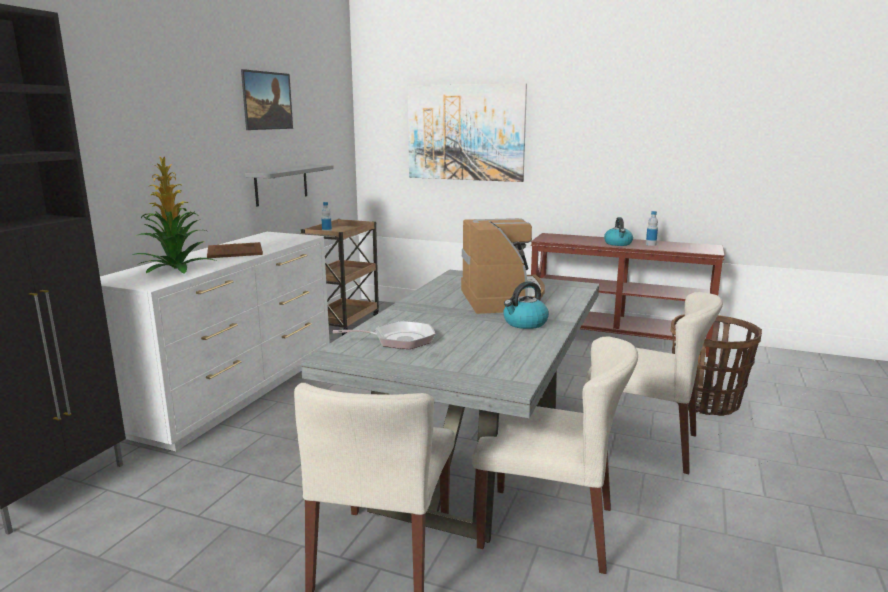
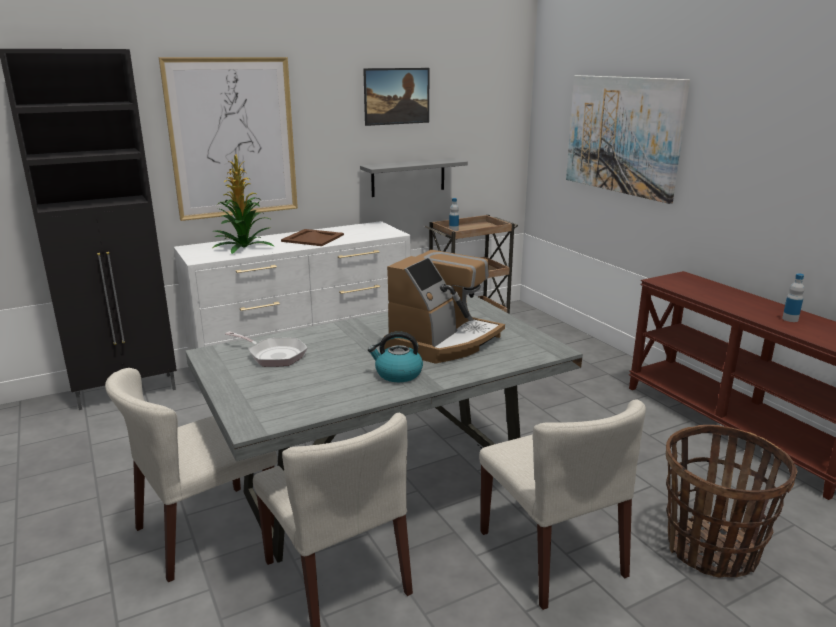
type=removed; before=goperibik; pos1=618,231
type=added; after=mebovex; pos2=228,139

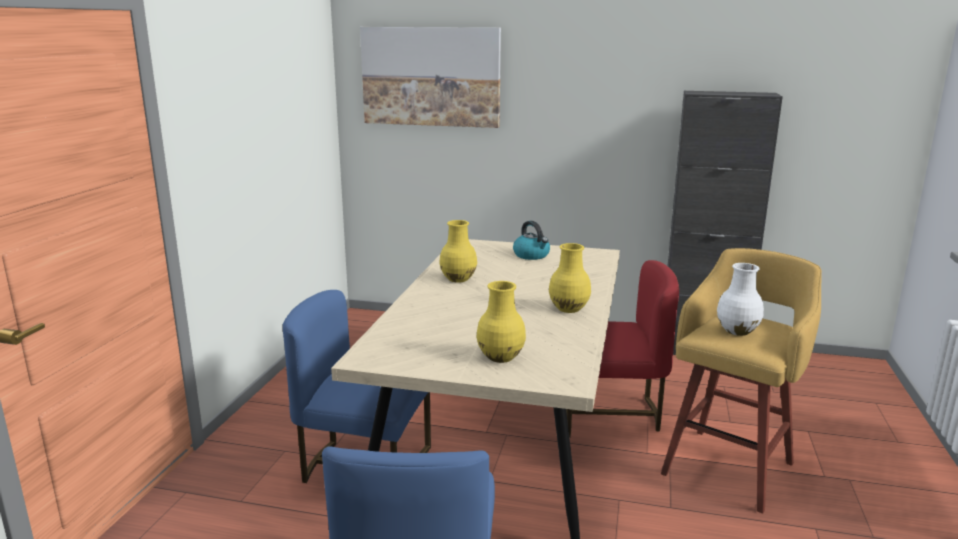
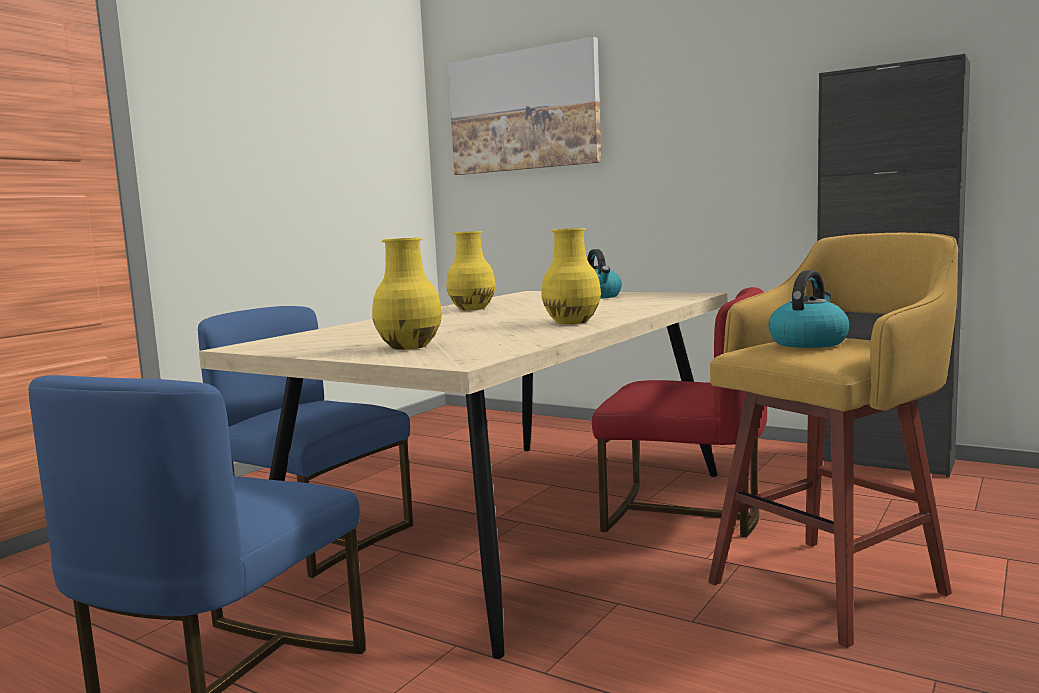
type=replaced; before=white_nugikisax; after=goperibik; pos1=740,299; pos2=809,309

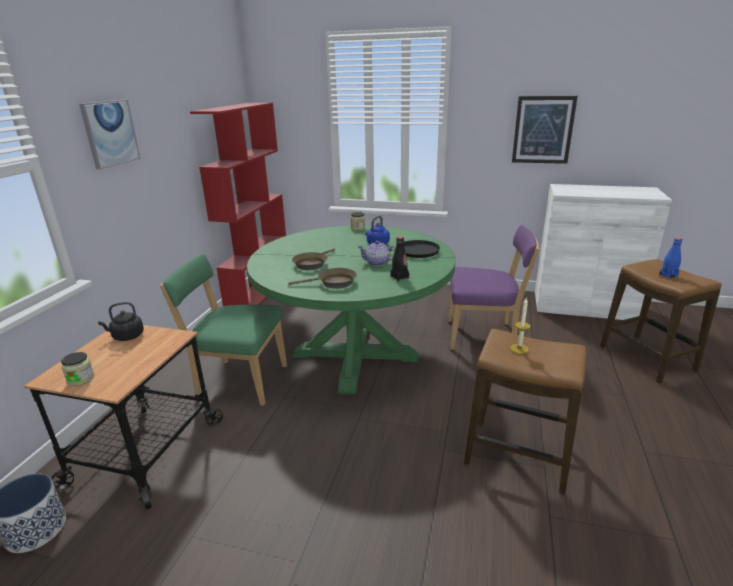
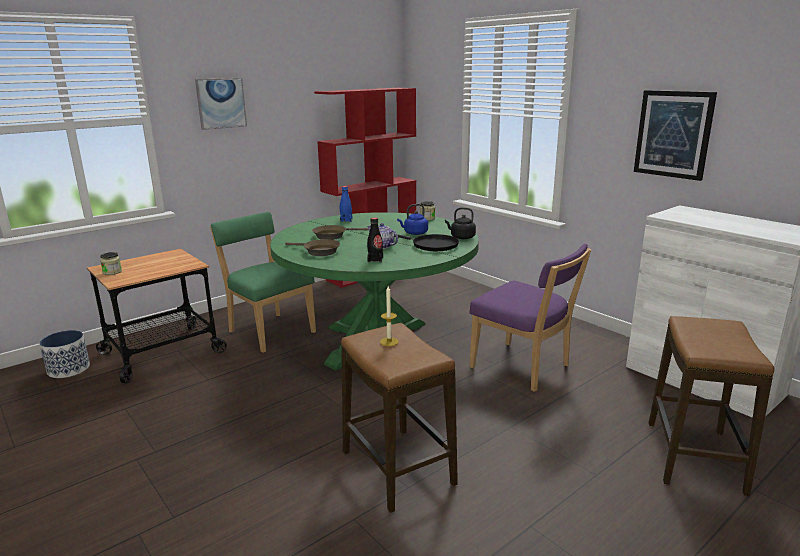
type=moved; before=black_goperibik; pos1=121,321; pos2=460,223
type=moved; before=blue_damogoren; pos1=670,258; pos2=346,204

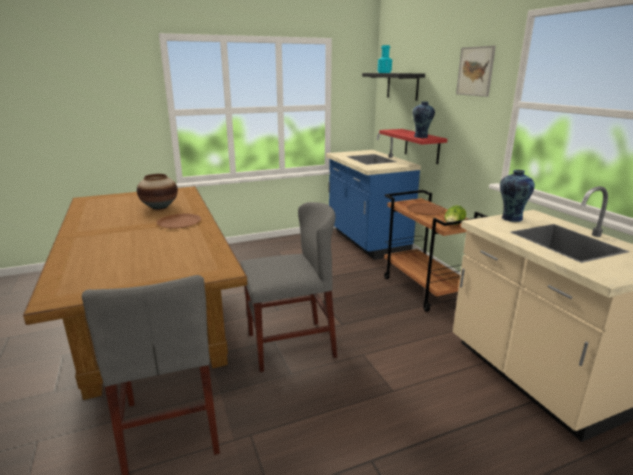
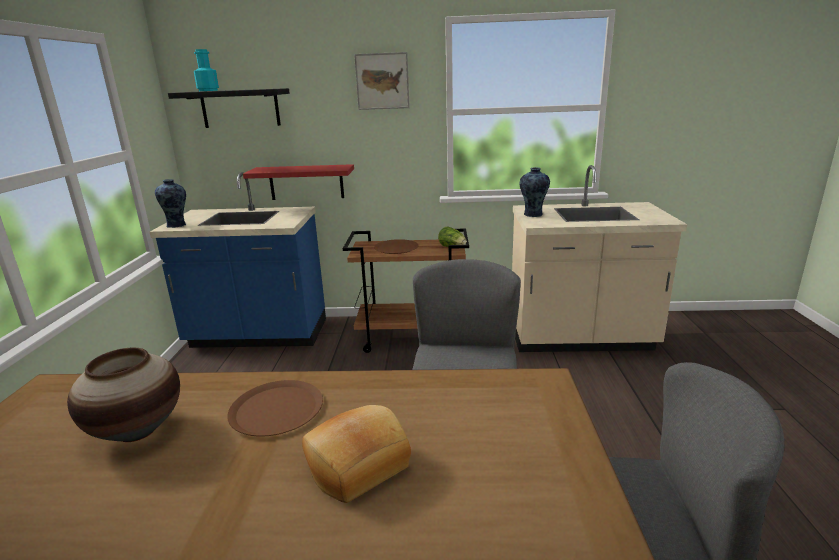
type=added; after=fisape; pos2=356,454
type=moved; before=nugikisax; pos1=423,119; pos2=170,203

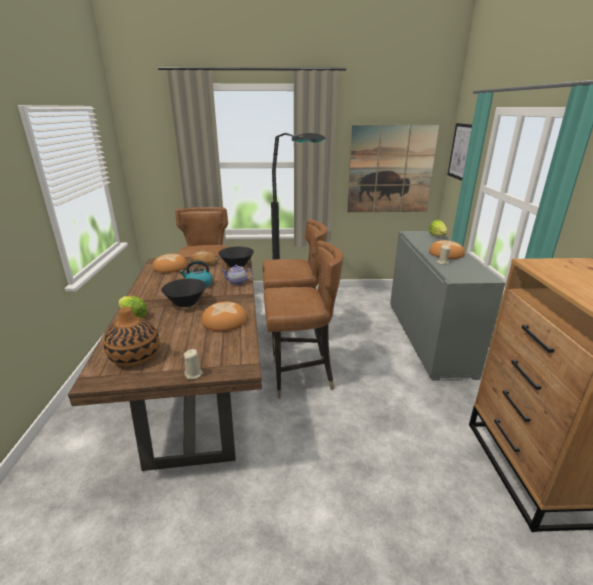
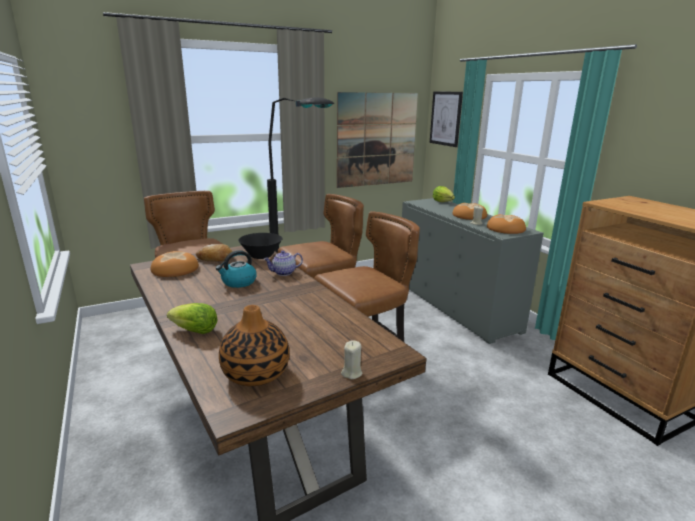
type=removed; before=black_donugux; pos1=183,293
type=moved; before=fisape; pos1=224,316; pos2=506,224

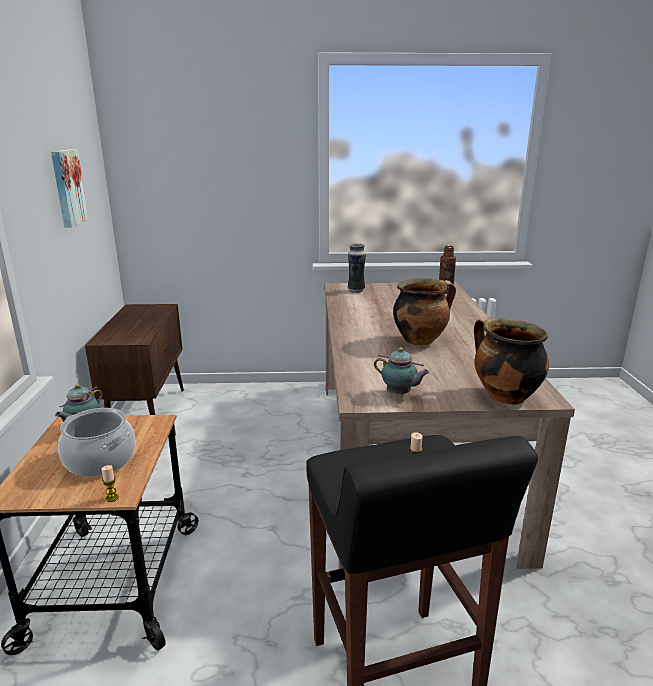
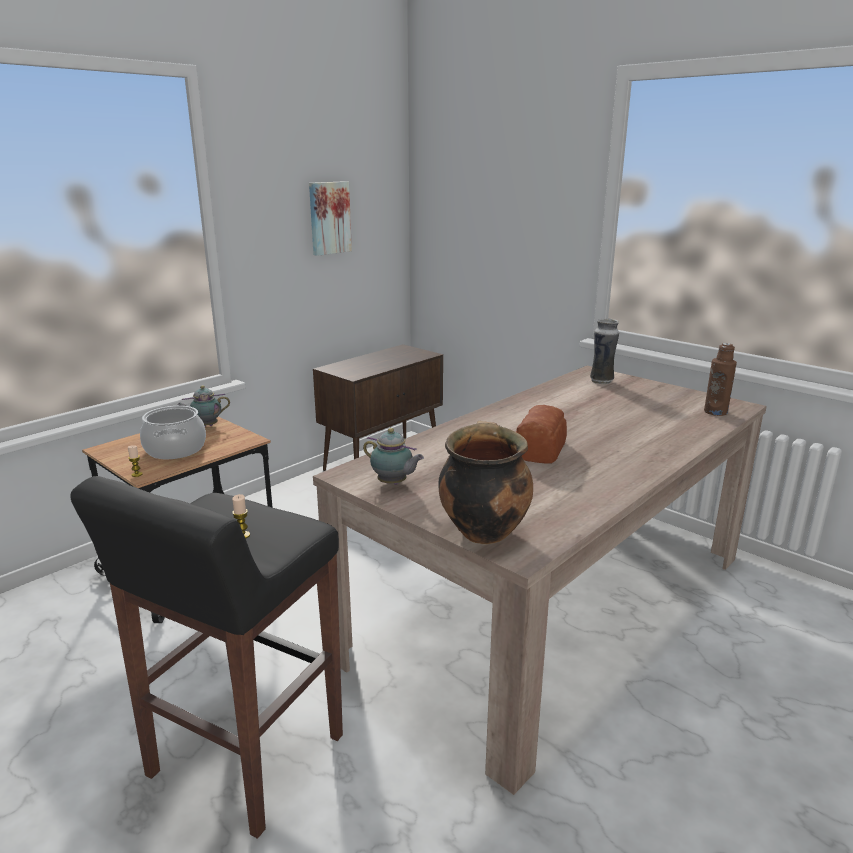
type=replaced; before=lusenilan; after=fisape; pos1=424,312; pos2=541,434
type=turned; before=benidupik; pos1=402,371; pos2=393,456; turn=-45

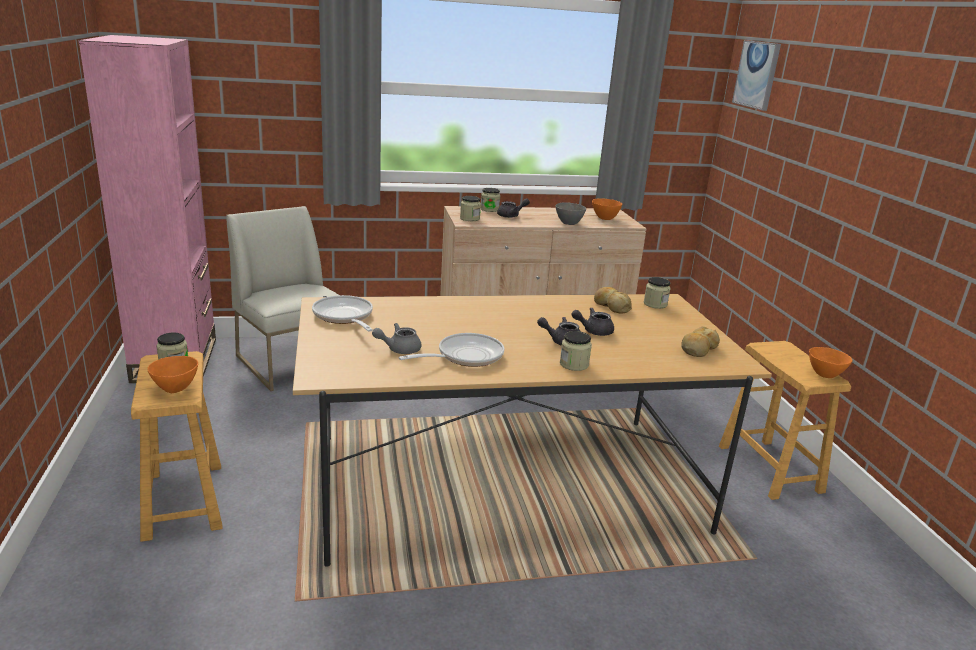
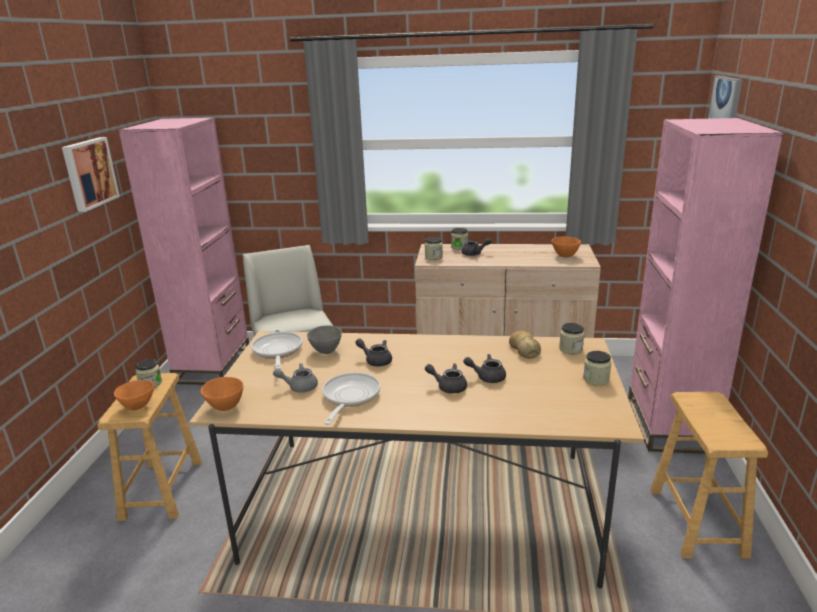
type=removed; before=fisape; pos1=700,341
type=added; after=mebovex; pos2=91,174
type=added; after=grey_benidupik; pos2=373,352
type=added; after=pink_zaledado; pos2=705,286
type=moved; before=grey_donugux; pos1=570,213; pos2=324,340
type=moved; before=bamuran; pos1=576,351; pos2=597,368
type=moved; before=orange_donugux; pos1=831,362; pos2=222,394
type=turned; before=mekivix; pos1=451,350; pos2=351,399; turn=-60

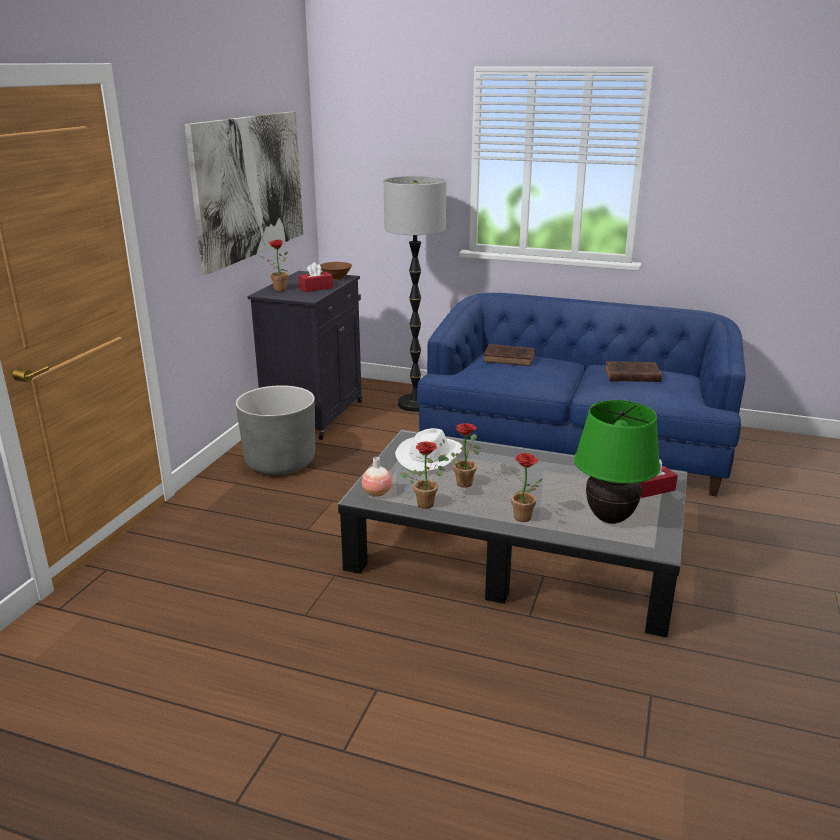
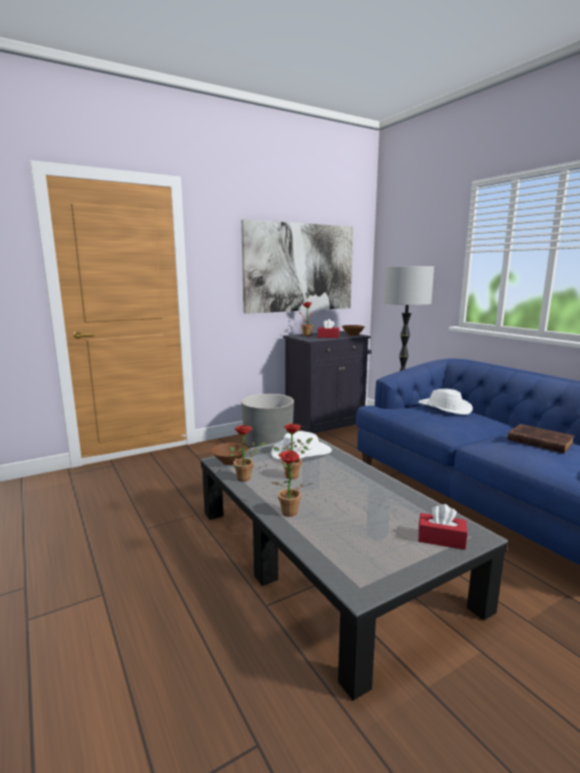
type=removed; before=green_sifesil; pos1=617,462
type=replaced; before=nugikisax; after=brown_donugux; pos1=377,476; pos2=229,454
type=replaced; before=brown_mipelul; after=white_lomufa; pos1=509,355; pos2=445,402

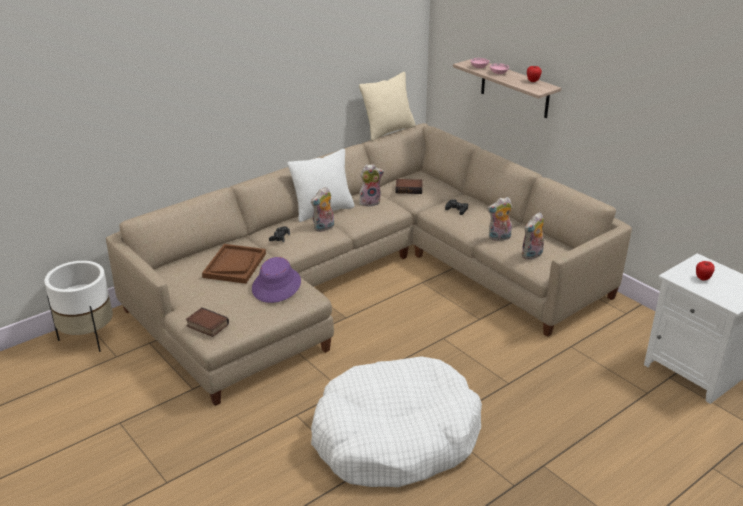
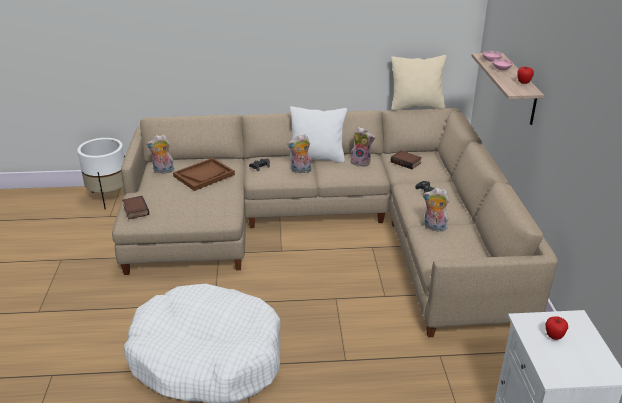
type=removed; before=purple_lomufa; pos1=276,280
type=moved; before=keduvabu; pos1=532,236; pos2=160,154

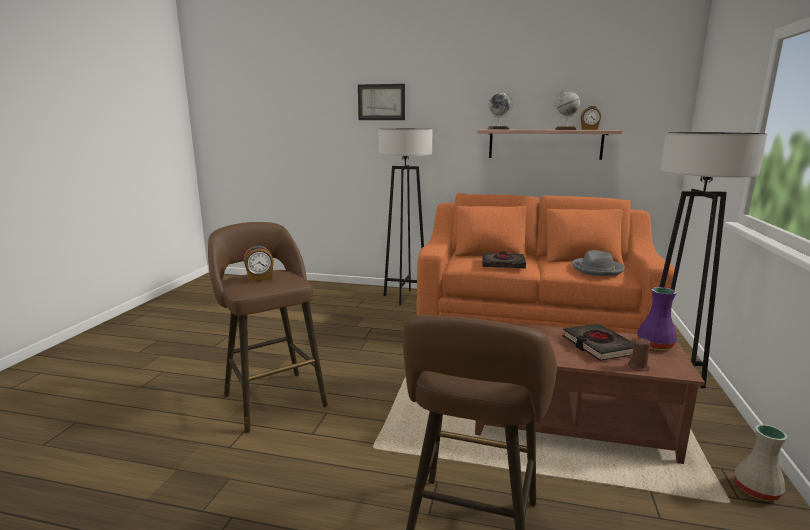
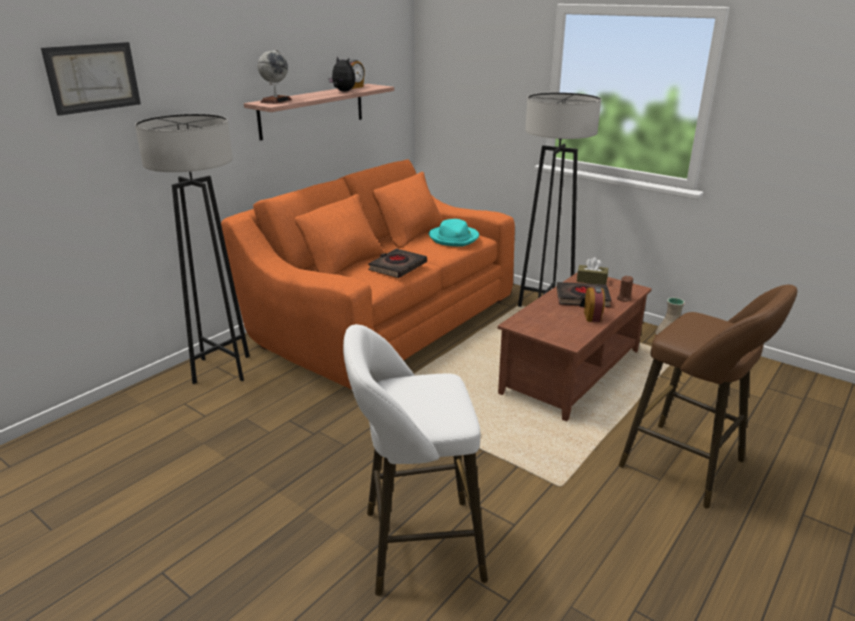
type=moved; before=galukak; pos1=259,263; pos2=594,304
type=replaced; before=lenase; after=keduvabu; pos1=567,110; pos2=342,74
type=replaced; before=purple_nugikisax; after=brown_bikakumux; pos1=657,318; pos2=592,270
type=recoloured; before=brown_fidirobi; after=white_fidirobi; pos1=268,327; pos2=415,460
type=recoloured; before=grey_lomufa; after=turquoise_lomufa; pos1=598,263; pos2=454,233

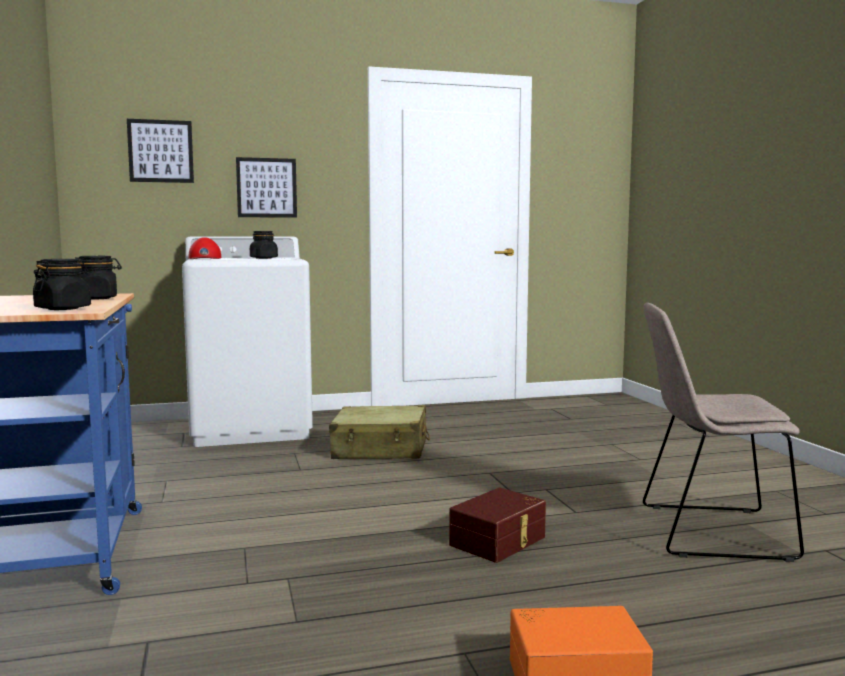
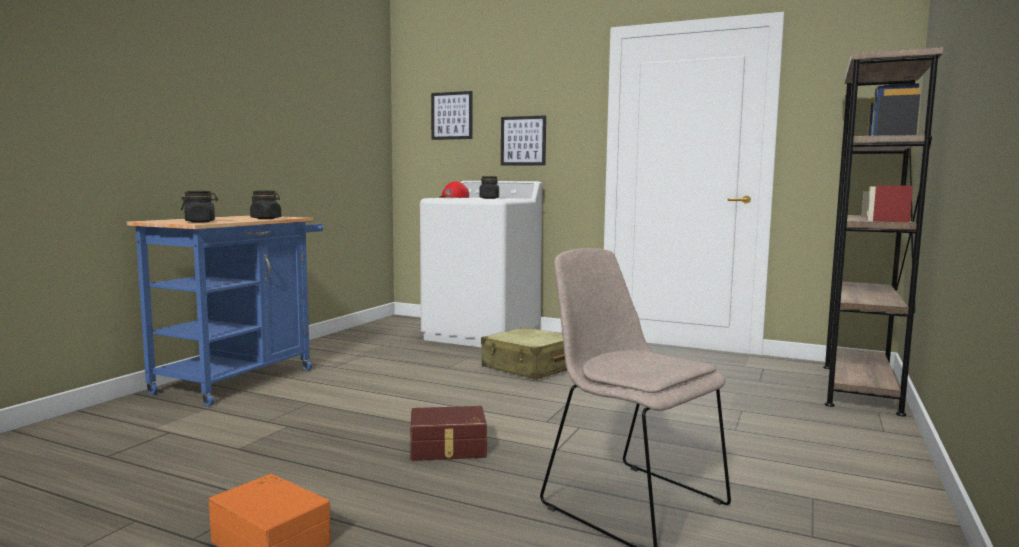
type=added; after=brown_zaledado; pos2=883,231

